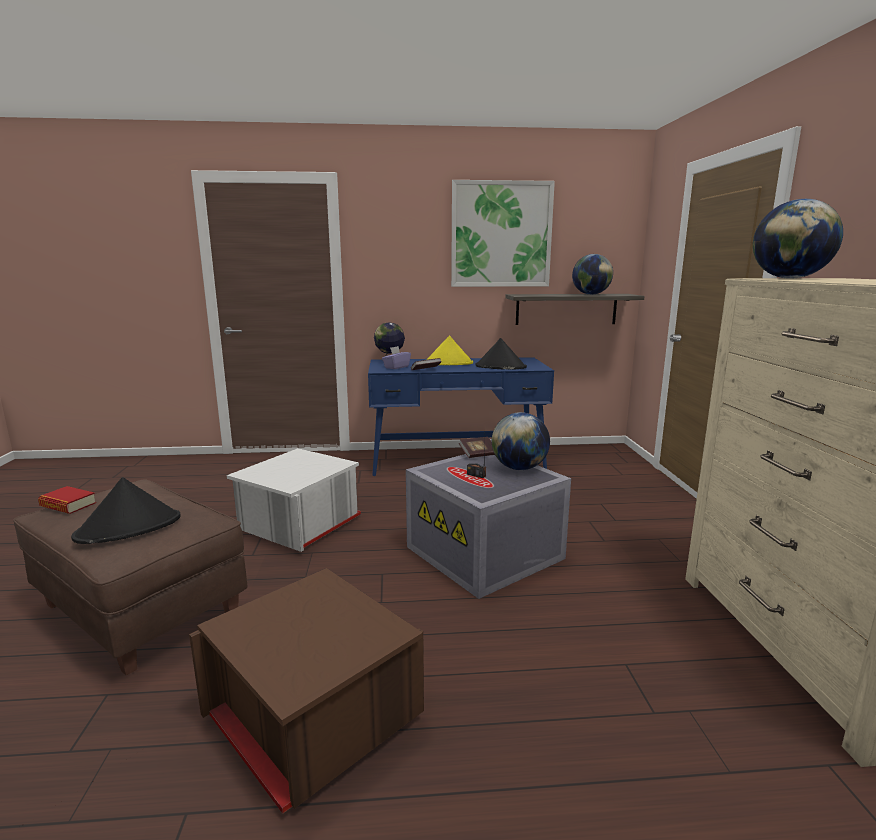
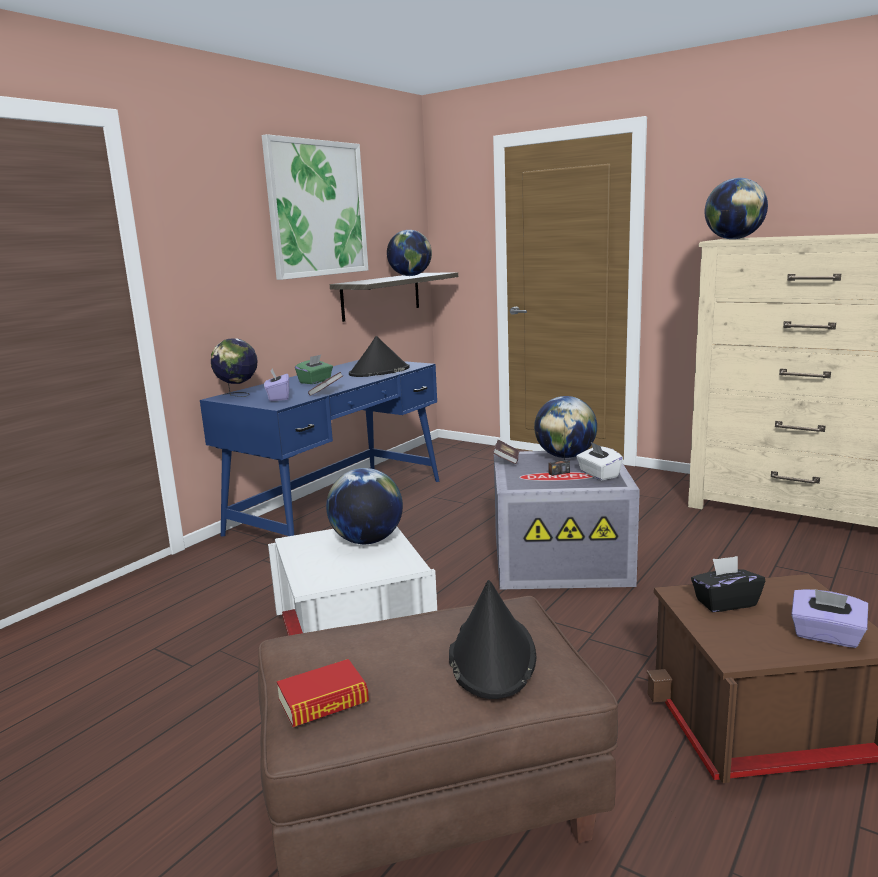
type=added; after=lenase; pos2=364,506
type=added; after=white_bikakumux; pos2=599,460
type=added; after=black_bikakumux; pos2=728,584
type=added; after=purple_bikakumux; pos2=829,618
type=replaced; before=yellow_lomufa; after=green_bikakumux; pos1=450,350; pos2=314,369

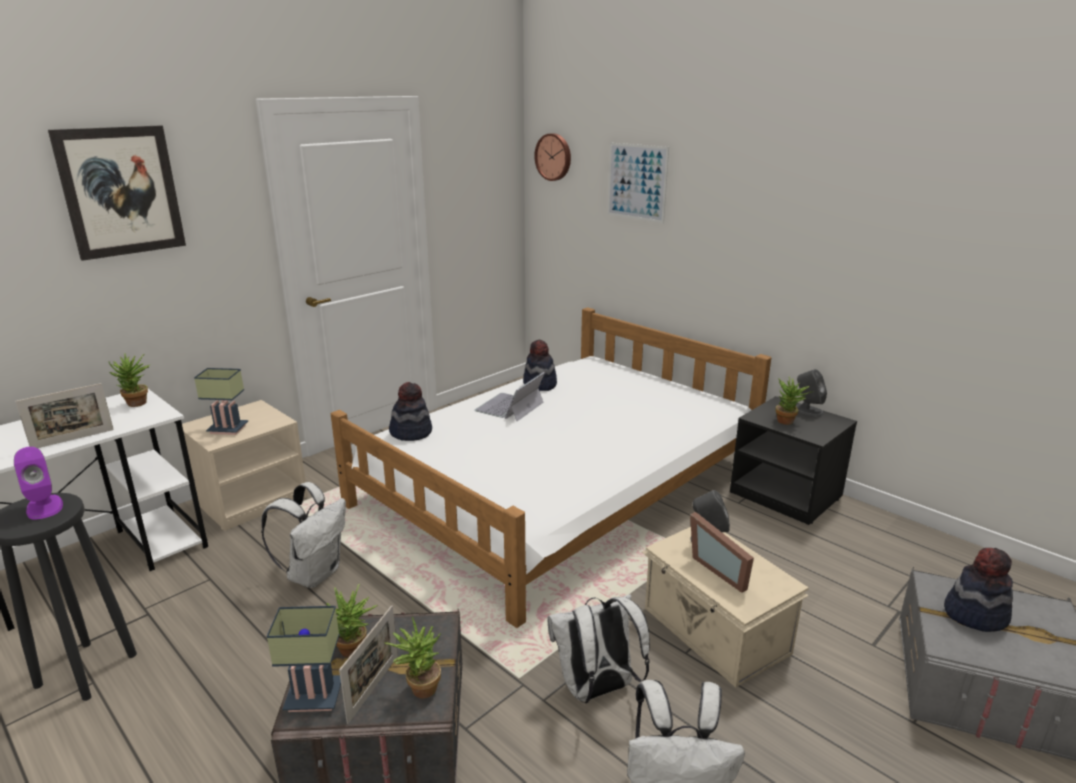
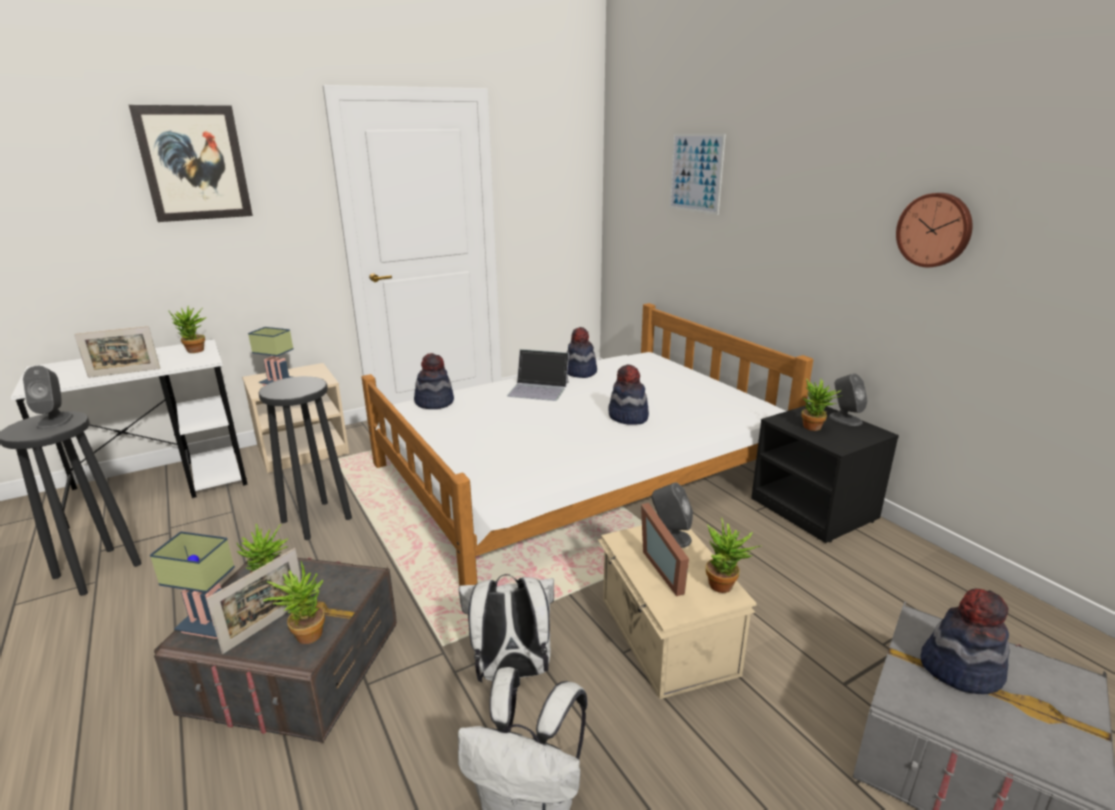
type=added; after=lomufa; pos2=628,395
type=added; after=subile; pos2=734,555
type=moved; before=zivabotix; pos1=552,157; pos2=934,230
type=replaced; before=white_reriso; after=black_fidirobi; pos1=303,535; pos2=305,458
type=recoloured; before=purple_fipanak; after=grey_fipanak; pos1=38,483; pos2=48,398
type=turned; before=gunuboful; pos1=509,396; pos2=538,375; turn=-120

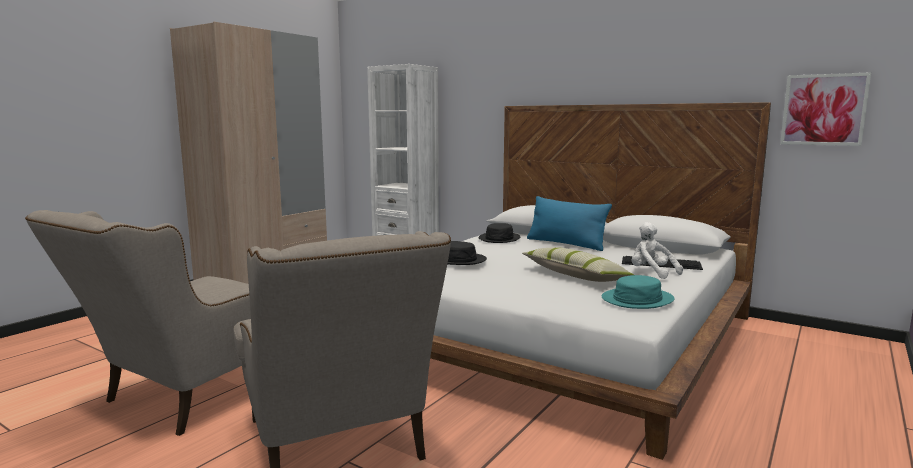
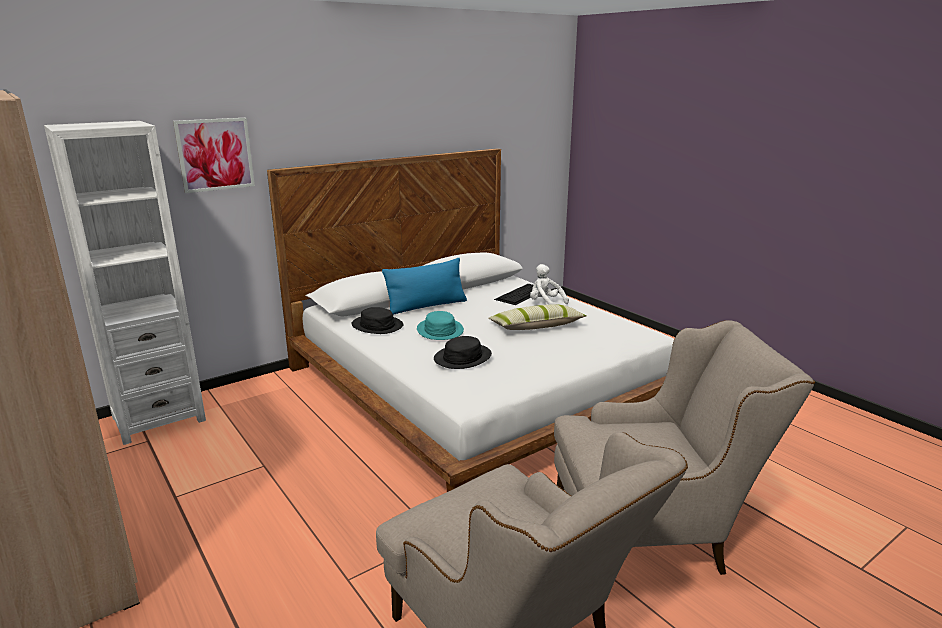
type=moved; before=turquoise_lomufa; pos1=638,292; pos2=440,325
type=moved; before=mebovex; pos1=825,109; pos2=214,155
type=turned; before=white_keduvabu; pos1=657,250; pos2=549,284; turn=60

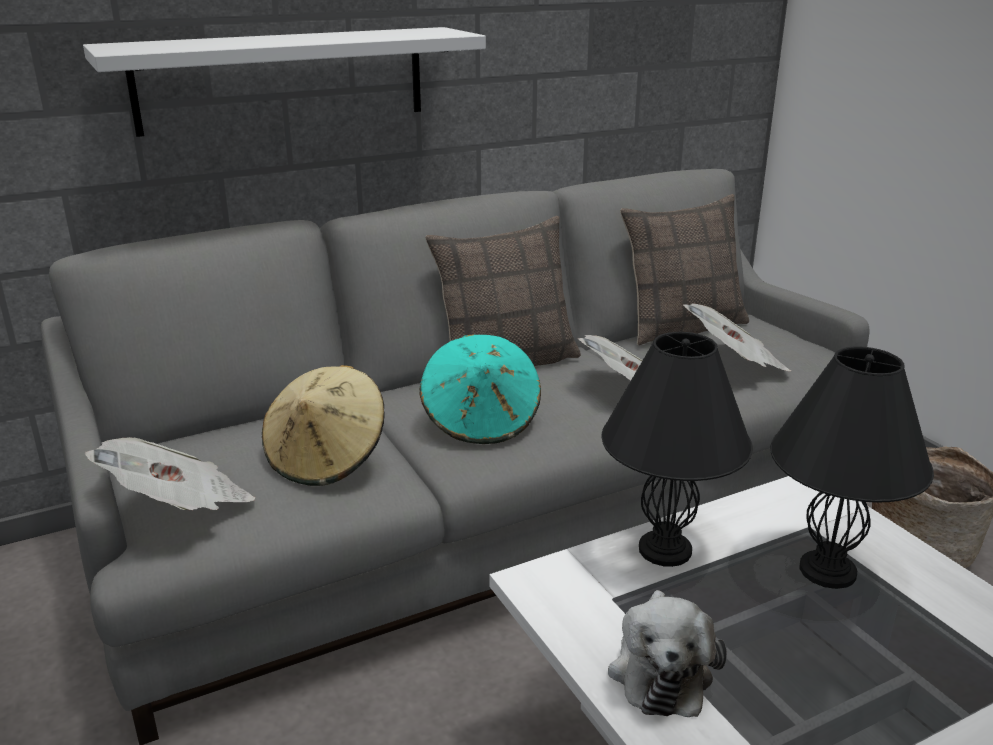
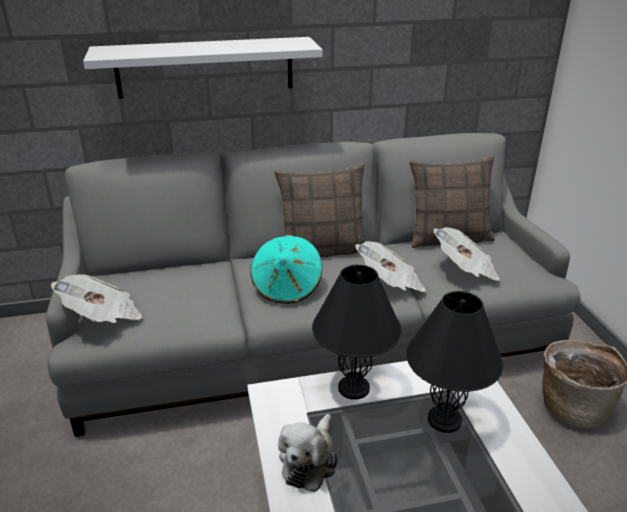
type=removed; before=beige_lomufa; pos1=323,425

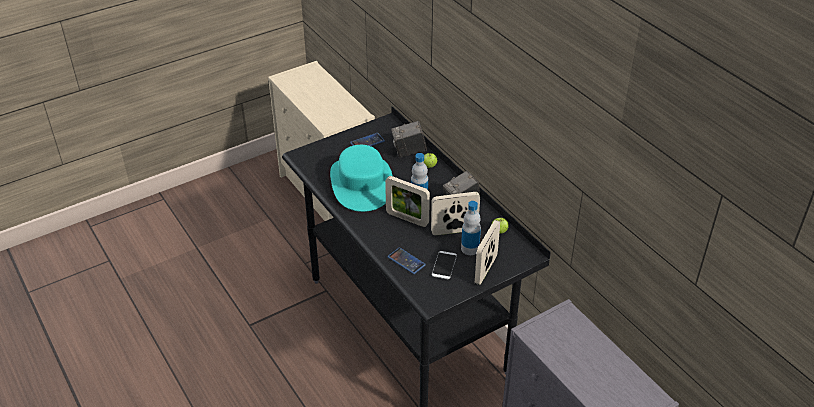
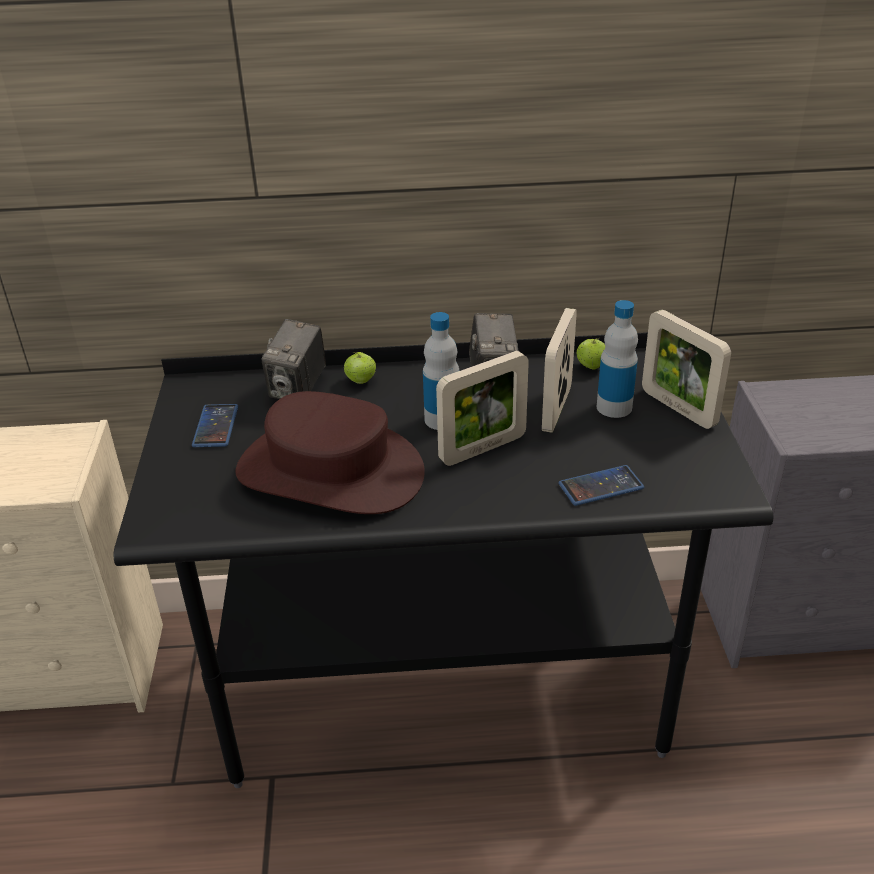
type=removed; before=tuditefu; pos1=444,265
type=recoloured; before=turquoise_lomufa; after=brown_lomufa; pos1=361,178; pos2=330,452

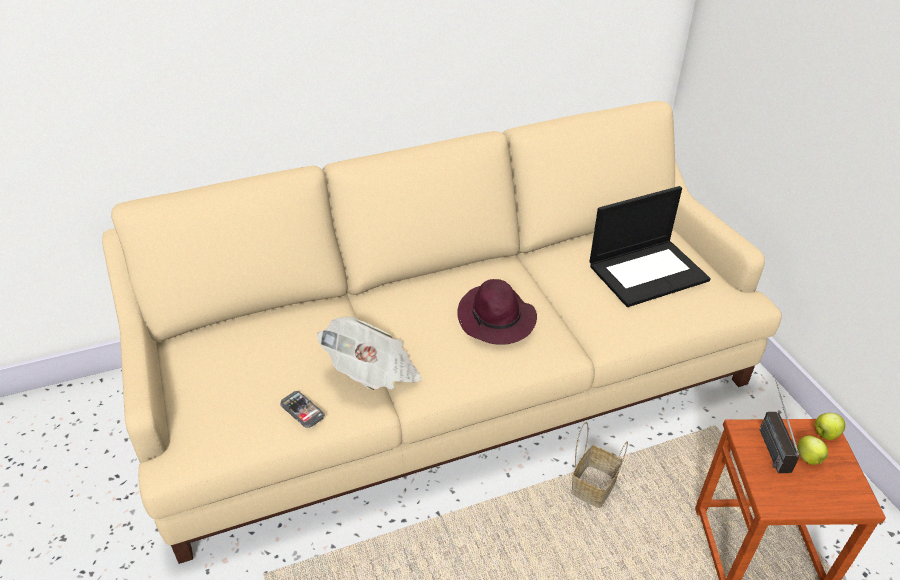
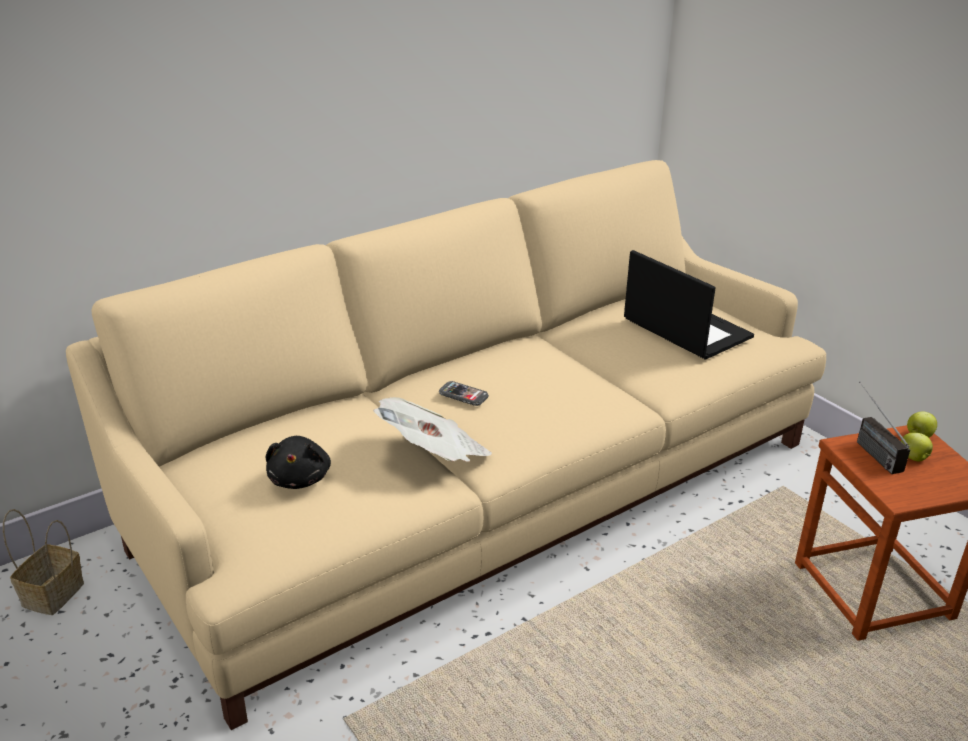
type=removed; before=purple_lomufa; pos1=497,312
type=added; after=black_keduvabu; pos2=298,462
type=moved; before=tuditefu; pos1=302,409; pos2=464,393
type=moved; before=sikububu; pos1=599,465; pos2=43,562
type=turned; before=gunuboful; pos1=650,246; pos2=689,305; turn=-90

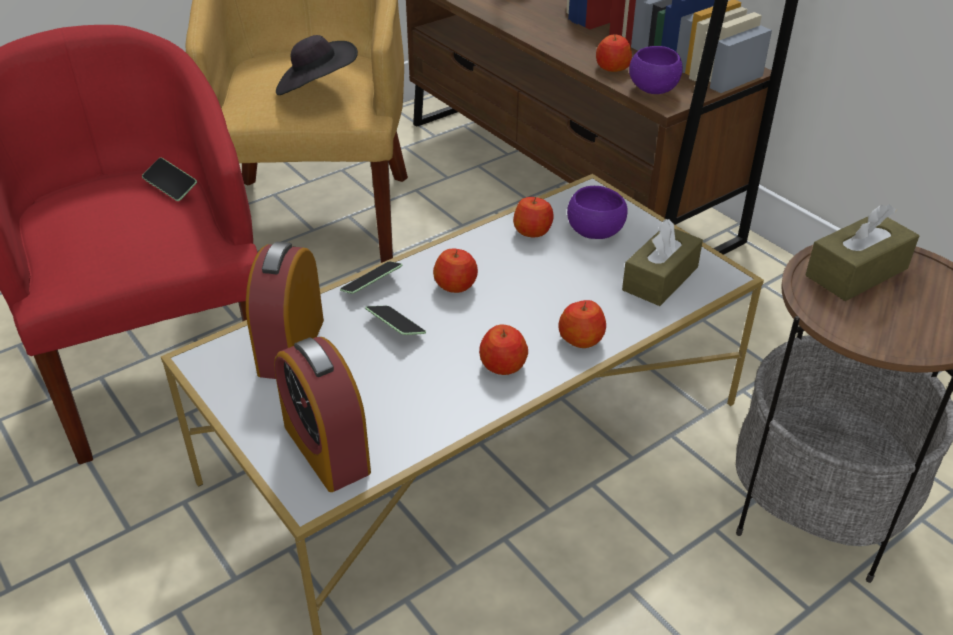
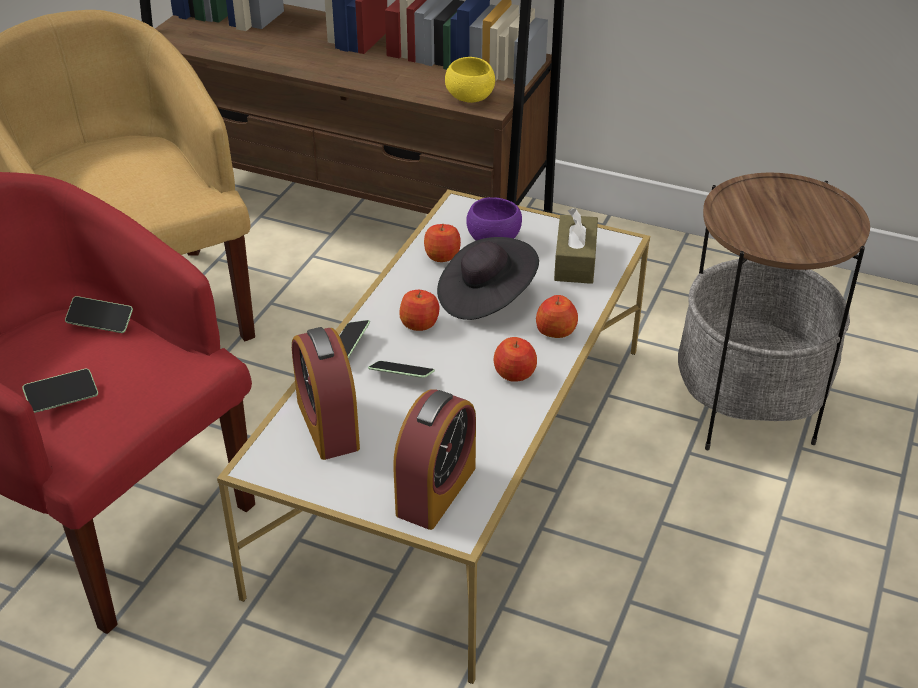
type=removed; before=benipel; pos1=614,53
type=removed; before=brown_bikakumux; pos1=862,252
type=added; after=tuditefu; pos2=60,391
type=moved; before=black_lomufa; pos1=317,65; pos2=488,278
type=recoloured; before=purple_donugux; after=yellow_donugux; pos1=656,70; pos2=470,80
type=turned; before=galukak; pos1=322,414; pos2=434,459; turn=-90

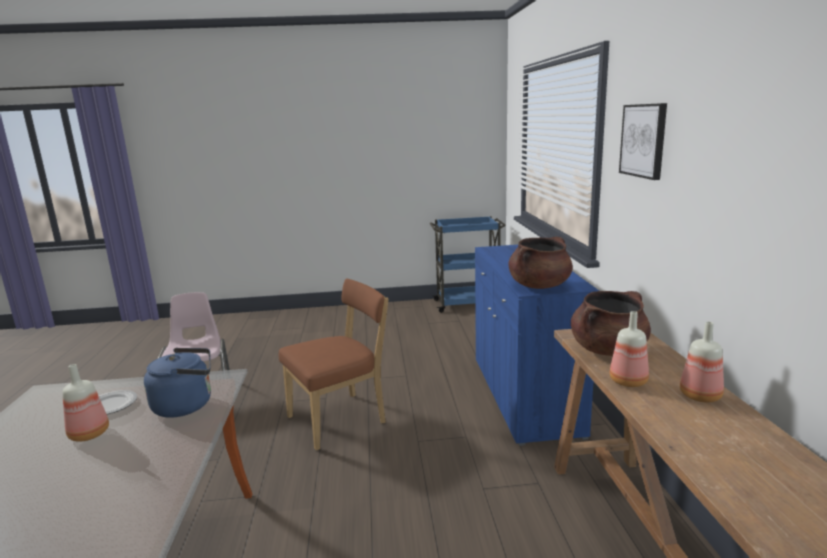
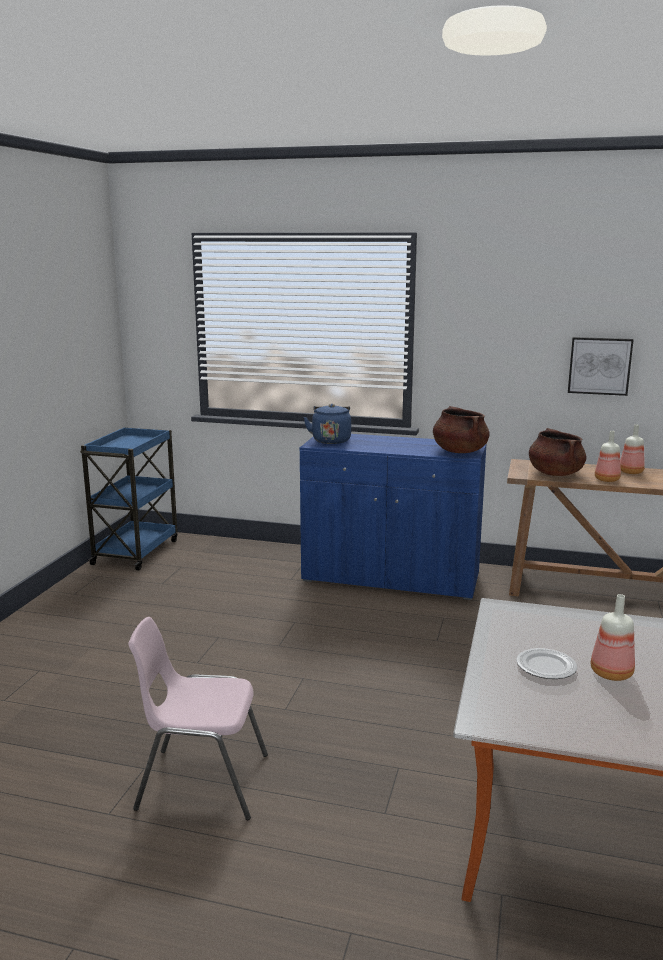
type=removed; before=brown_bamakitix; pos1=334,364
type=moved; before=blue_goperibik; pos1=177,383; pos2=327,424
type=moved; before=mebovex; pos1=643,141; pos2=601,366

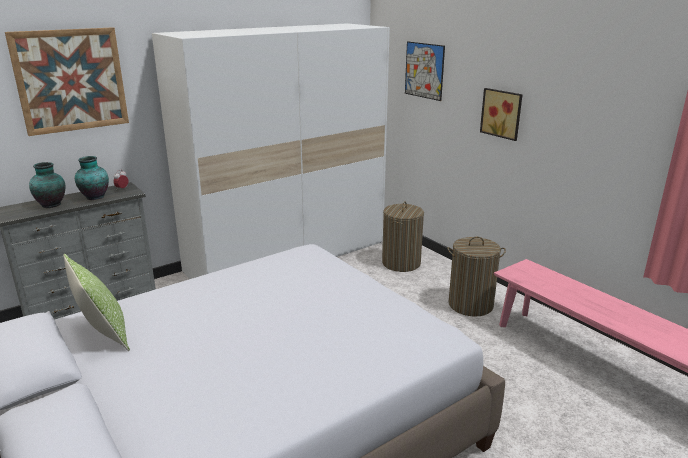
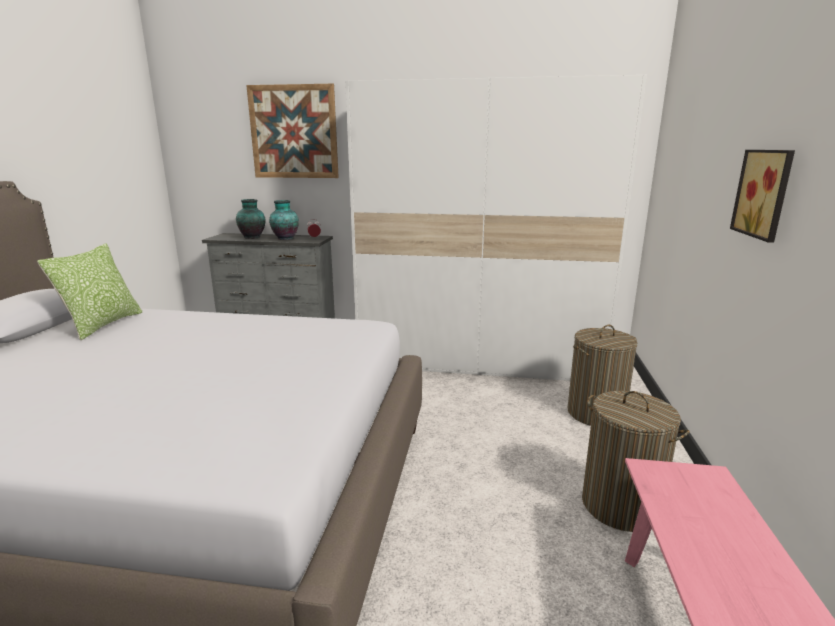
type=removed; before=mebovex; pos1=425,71

